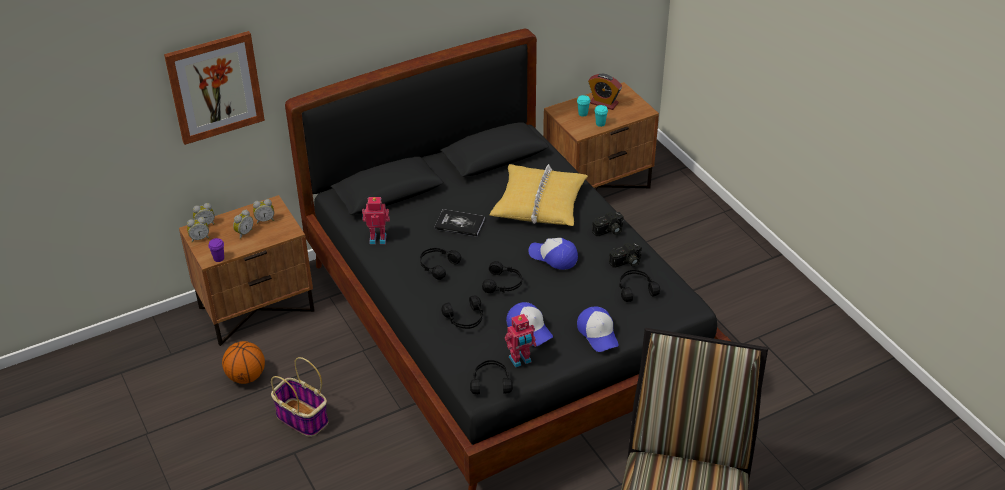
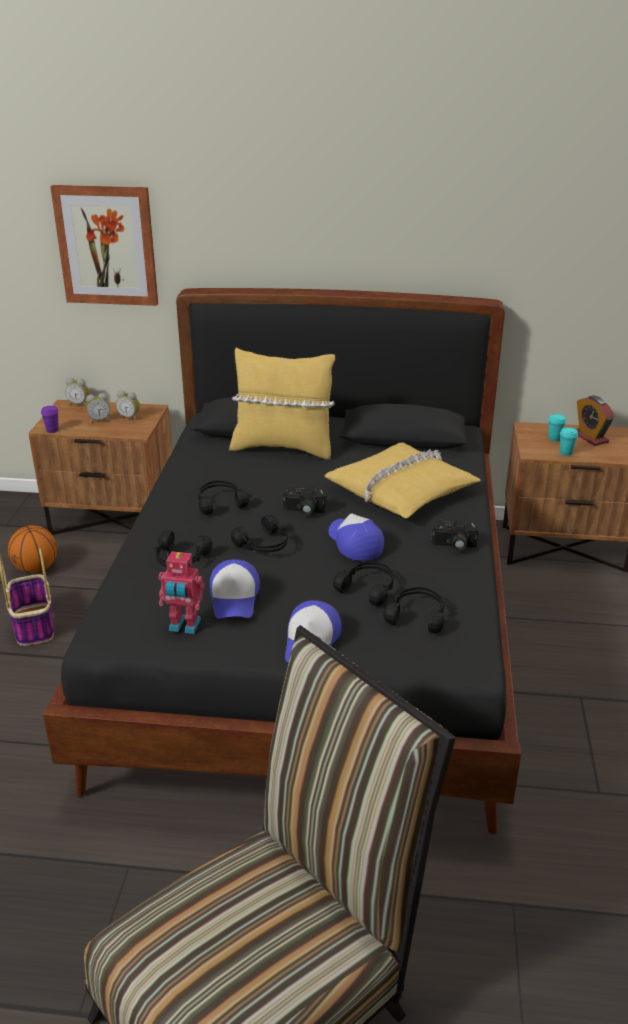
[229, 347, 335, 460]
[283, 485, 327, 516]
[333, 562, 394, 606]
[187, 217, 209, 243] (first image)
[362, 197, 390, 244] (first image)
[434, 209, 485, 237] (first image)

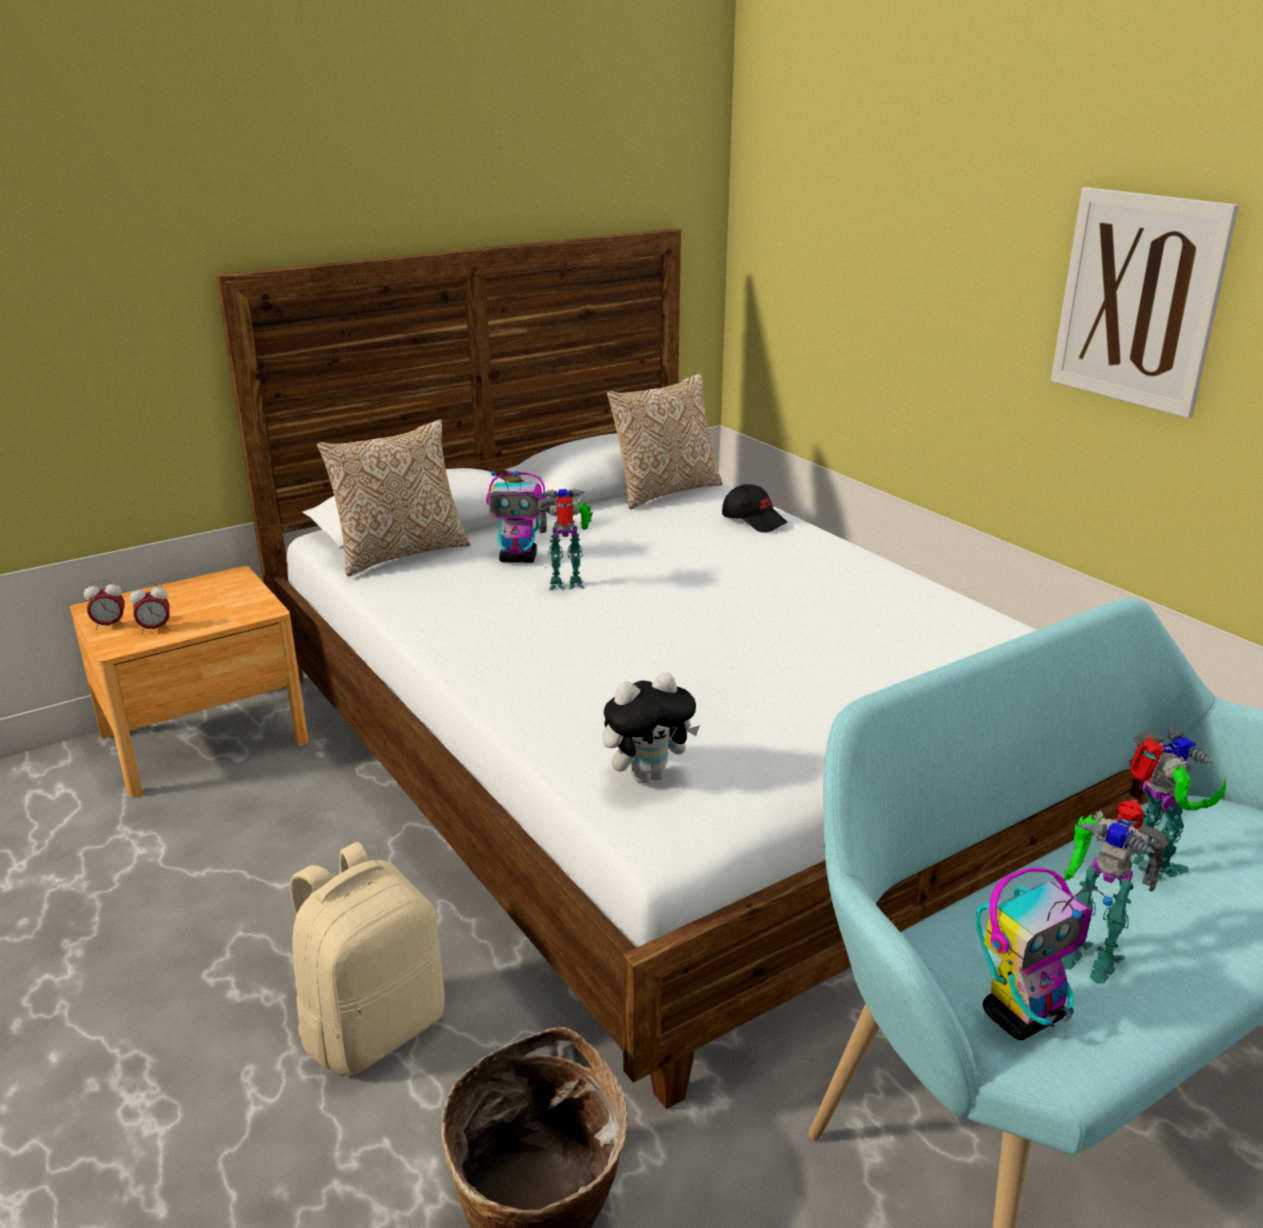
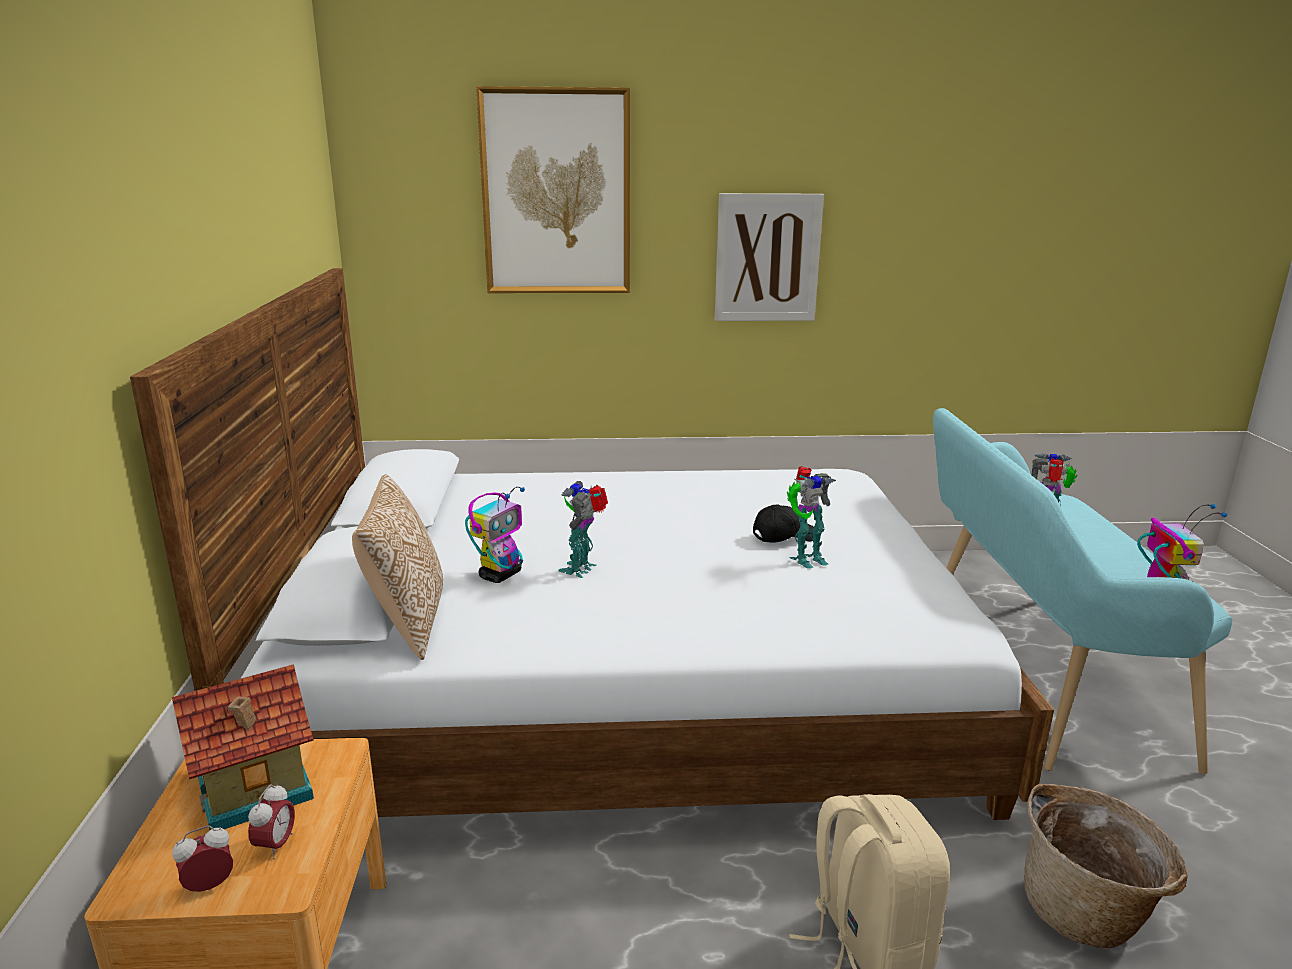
[172, 664, 314, 830]
[172, 826, 233, 892]
[476, 86, 630, 293]
[753, 504, 814, 543]
[787, 466, 836, 569]
[602, 672, 700, 784] (first image)
[607, 373, 723, 509] (first image)

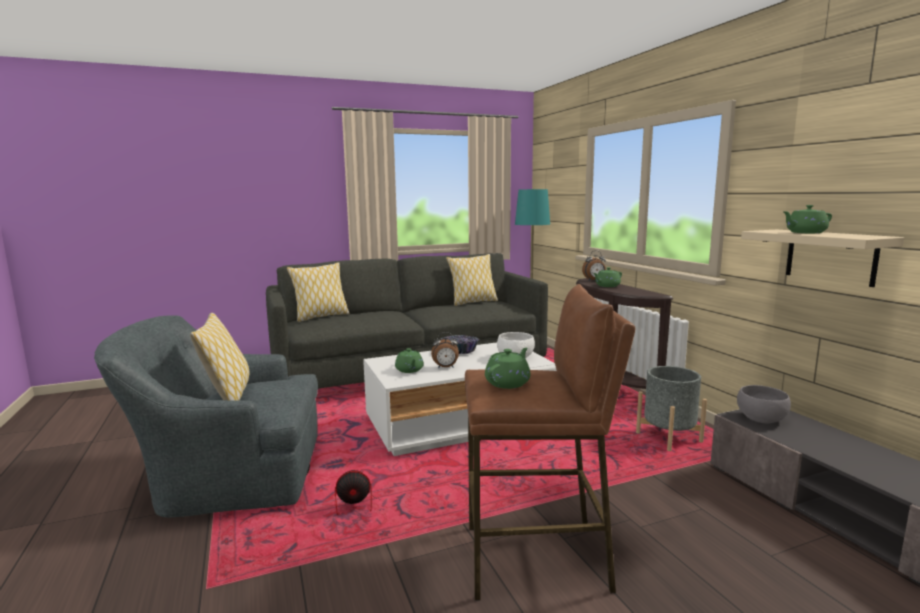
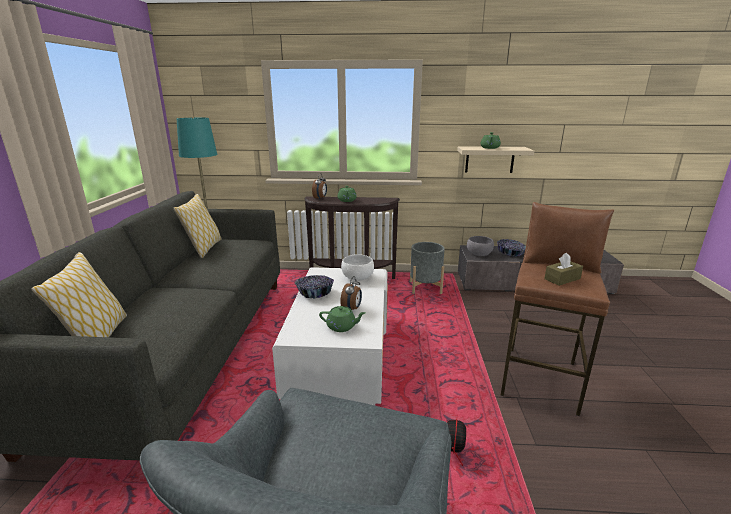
[497, 239, 526, 257]
[544, 253, 583, 286]
[190, 313, 250, 401] (first image)

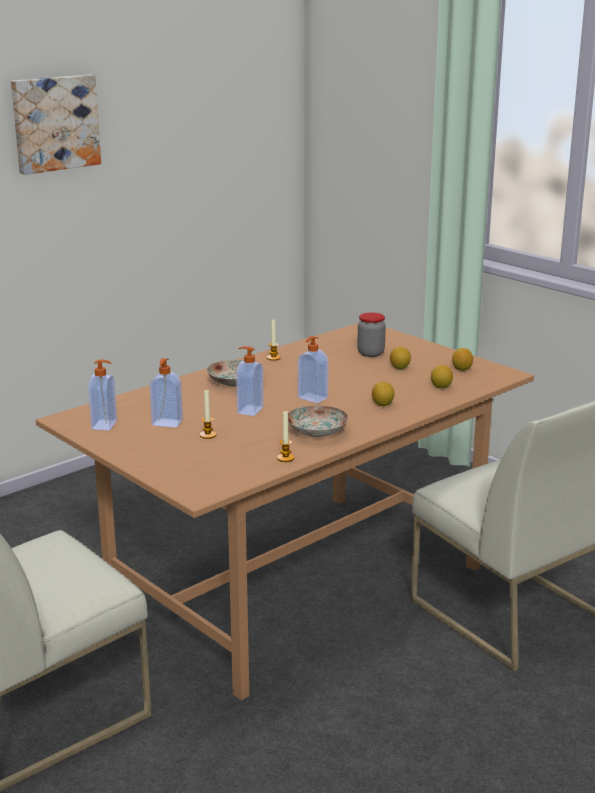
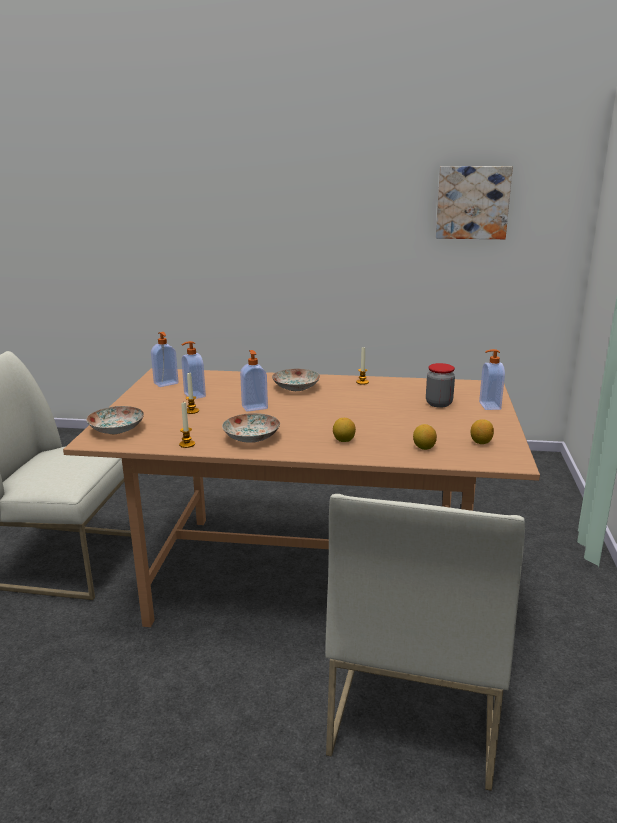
[86, 406, 144, 434]
[436, 166, 513, 239]
[479, 349, 505, 410]
[390, 347, 411, 369] (first image)

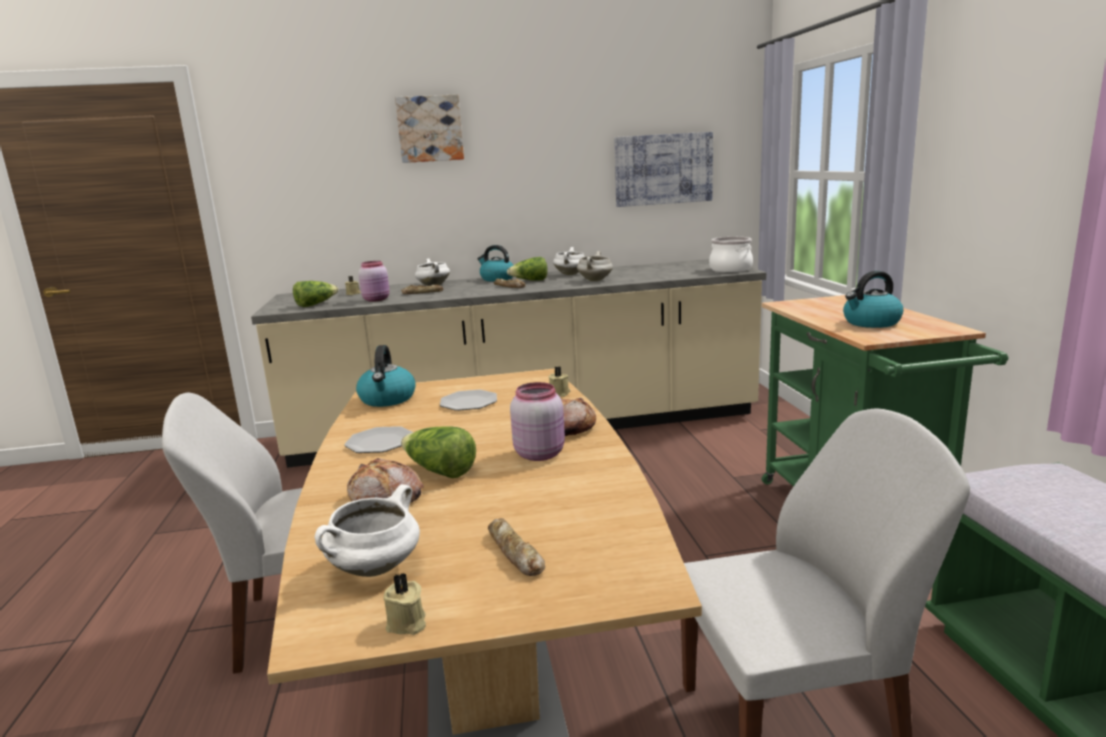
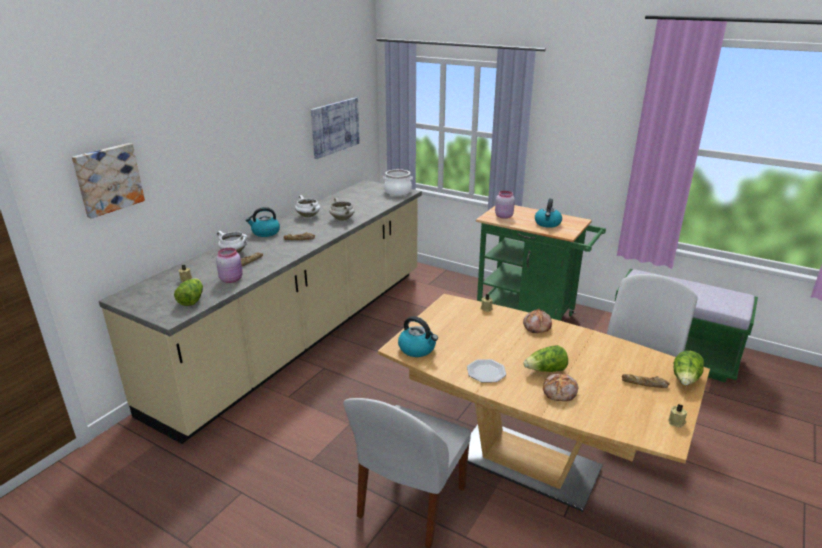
[72, 143, 145, 219]
[495, 191, 515, 219]
[674, 351, 704, 385]
[315, 484, 420, 577] (first image)
[440, 390, 497, 411] (first image)

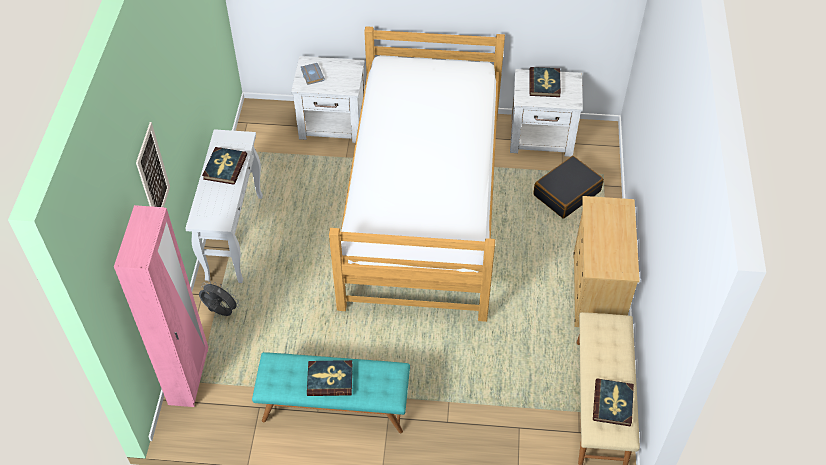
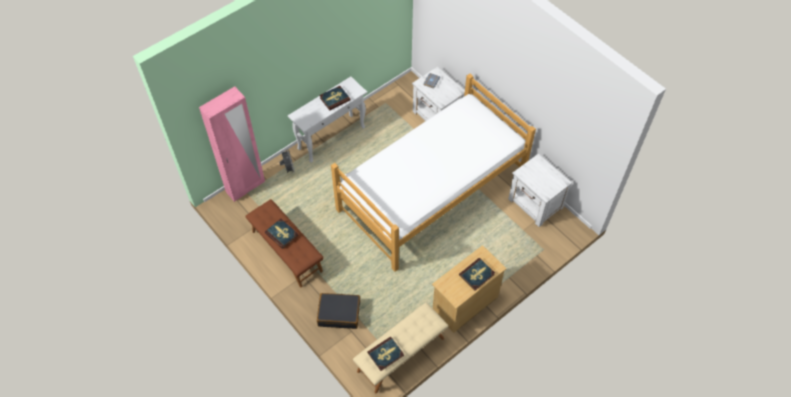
[245, 199, 323, 288]
[317, 293, 360, 329]
[459, 258, 495, 291]
[136, 122, 170, 207] (first image)

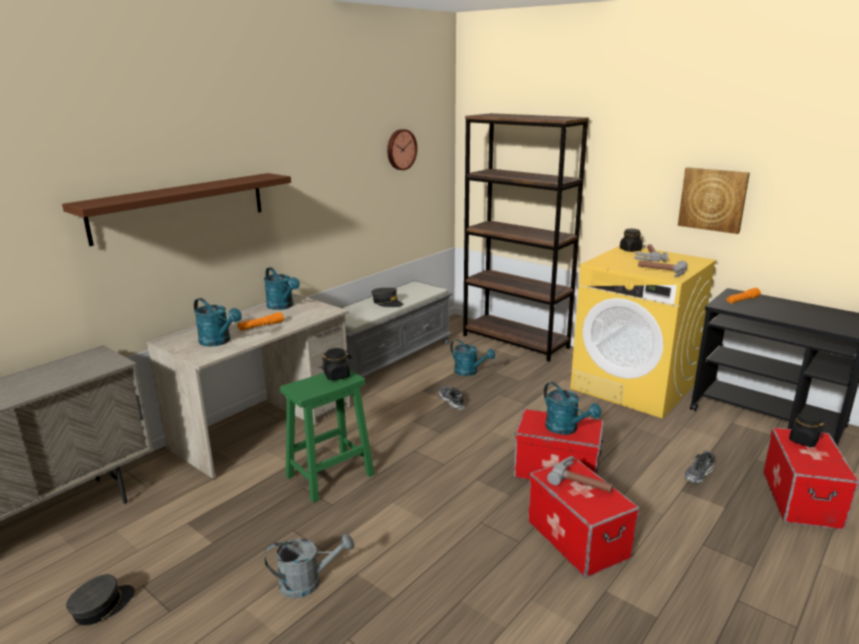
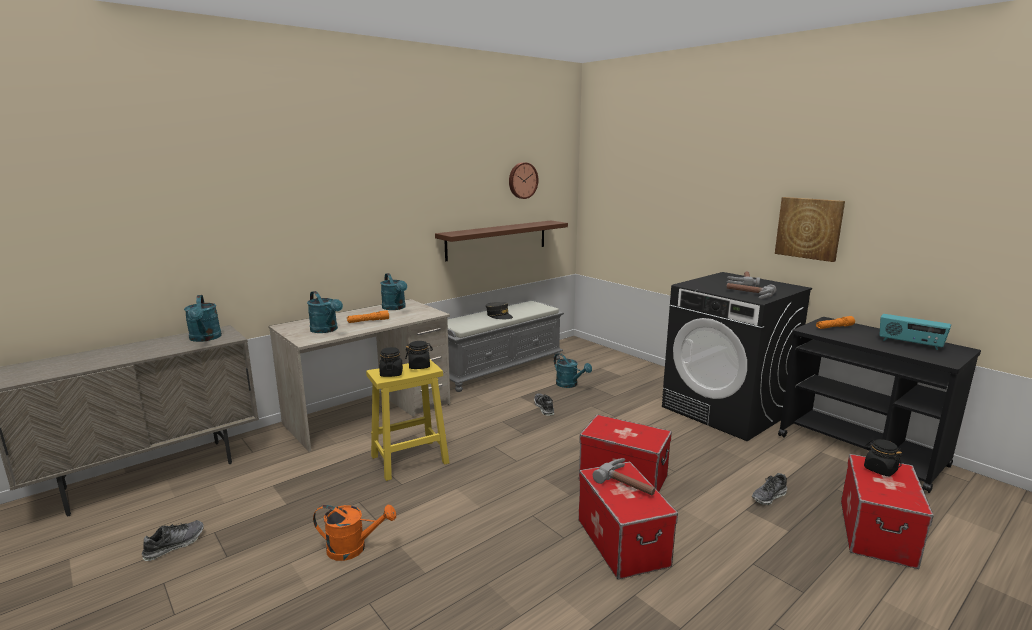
[142, 520, 204, 561]
[184, 295, 222, 342]
[313, 505, 396, 561]
[366, 360, 449, 481]
[379, 347, 403, 377]
[435, 220, 568, 261]
[662, 272, 812, 441]
[879, 314, 951, 350]
[463, 113, 589, 362] (first image)

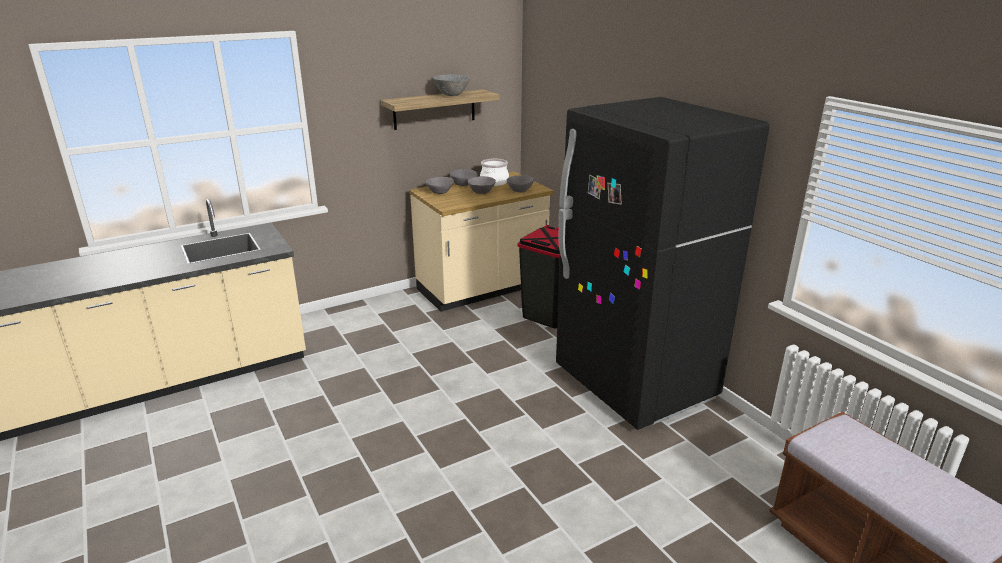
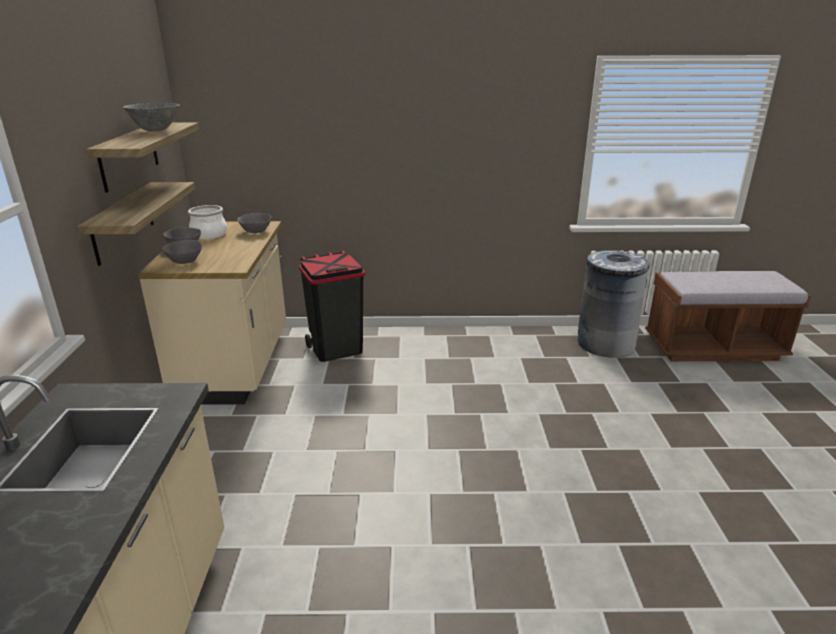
[78, 182, 195, 266]
[578, 250, 650, 358]
[468, 176, 496, 194] (first image)
[556, 97, 769, 430] (first image)

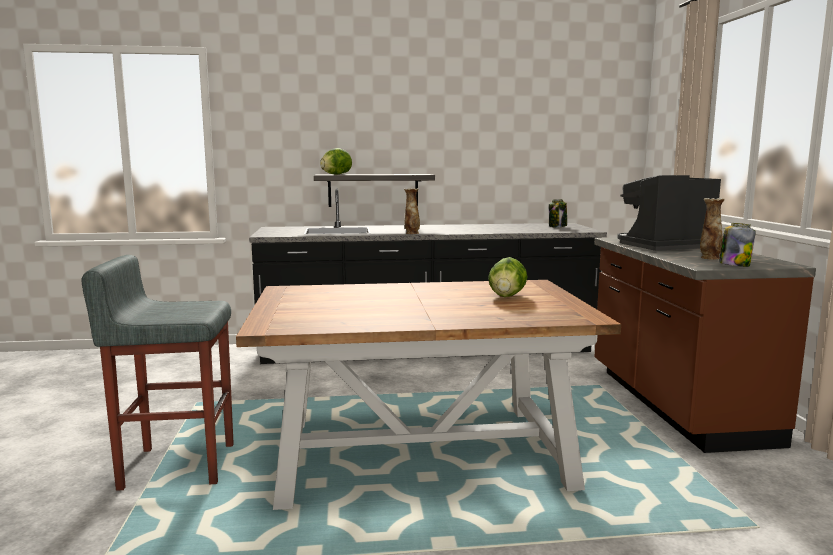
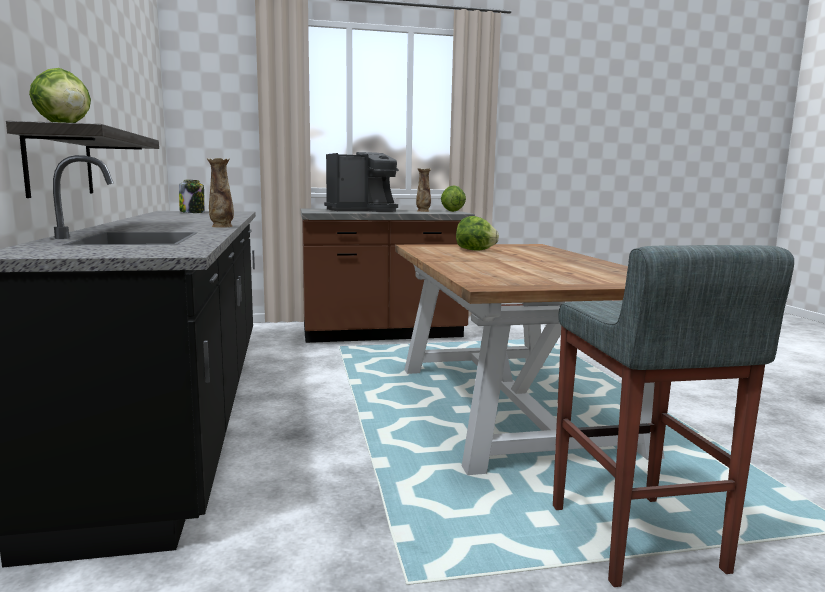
[324, 152, 399, 212]
[441, 185, 466, 212]

